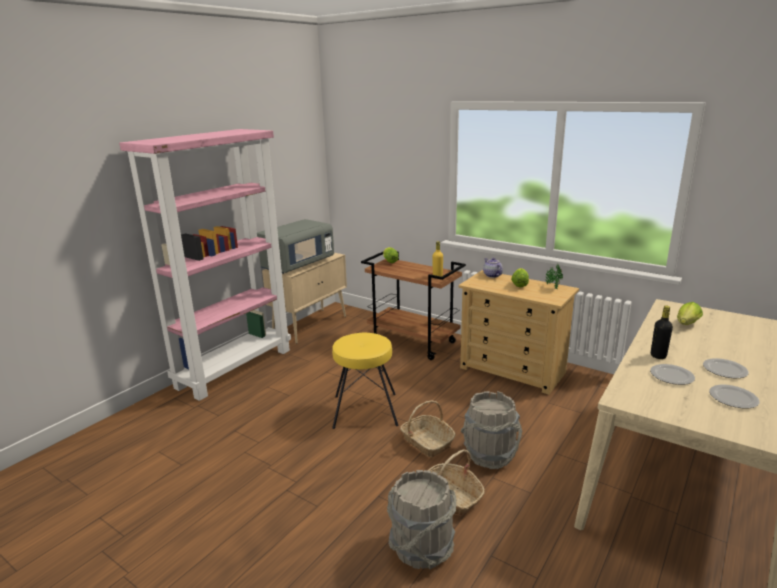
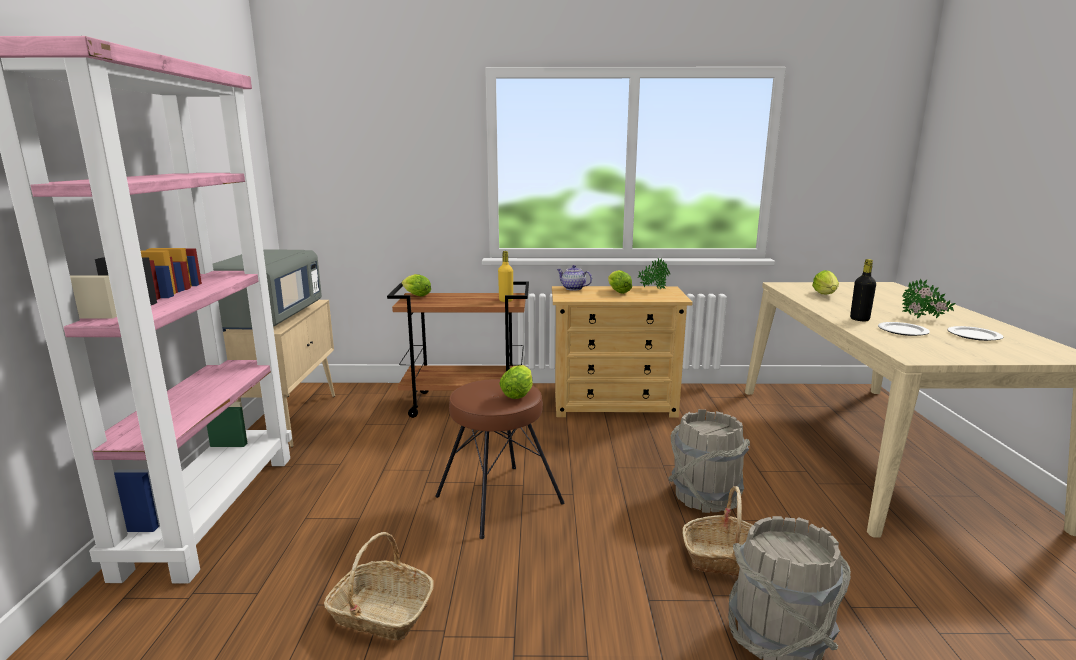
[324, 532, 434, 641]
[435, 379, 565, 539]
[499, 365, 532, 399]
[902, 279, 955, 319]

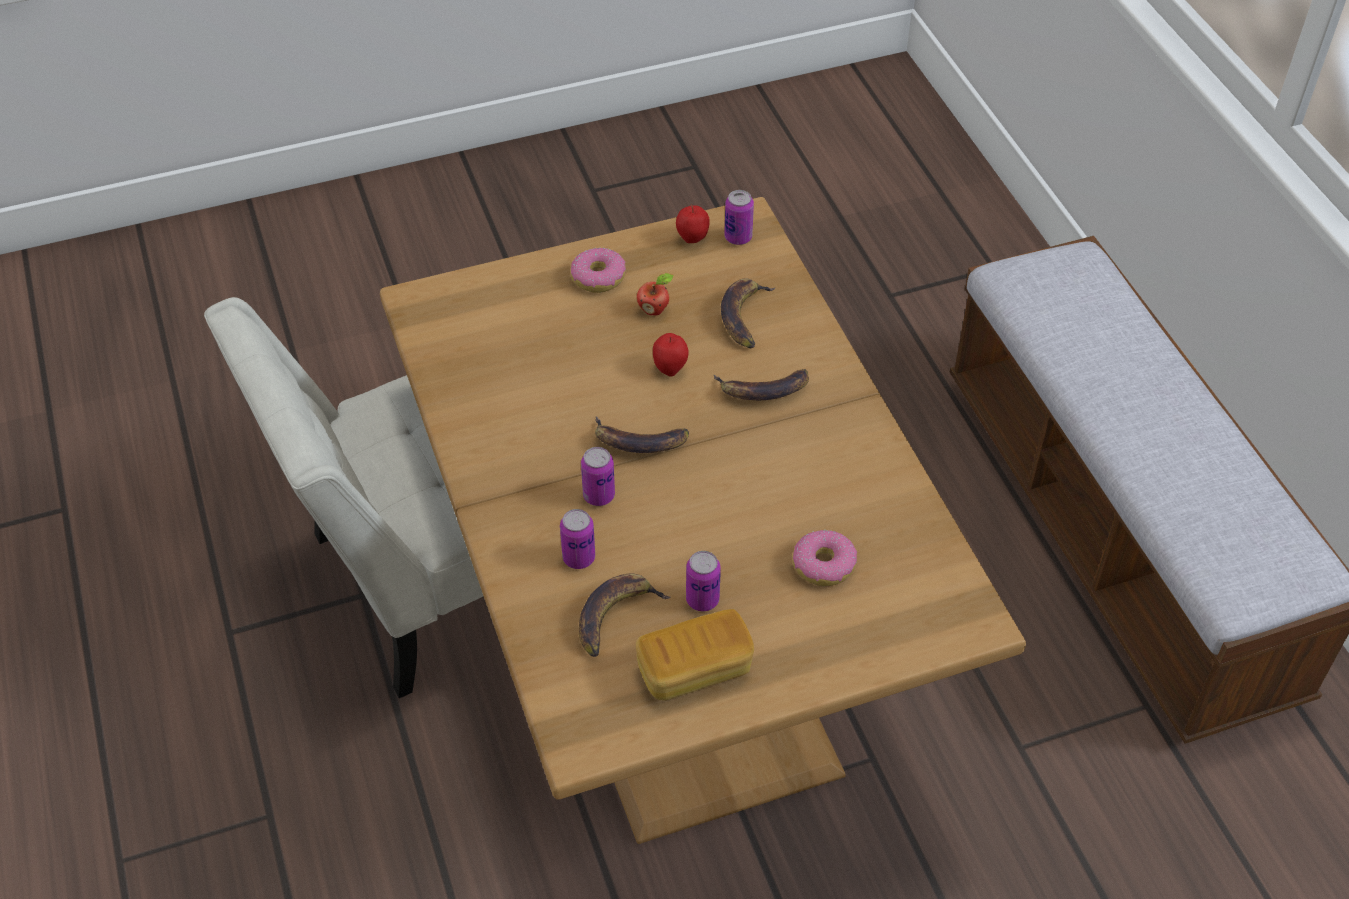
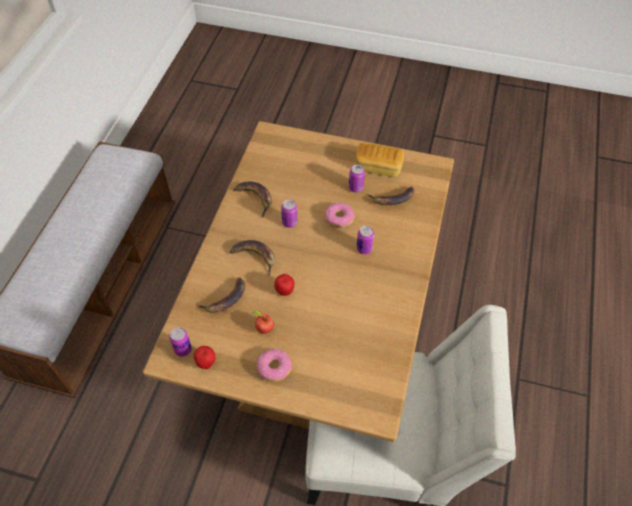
[233, 182, 272, 217]
[281, 199, 298, 228]
[325, 202, 355, 228]

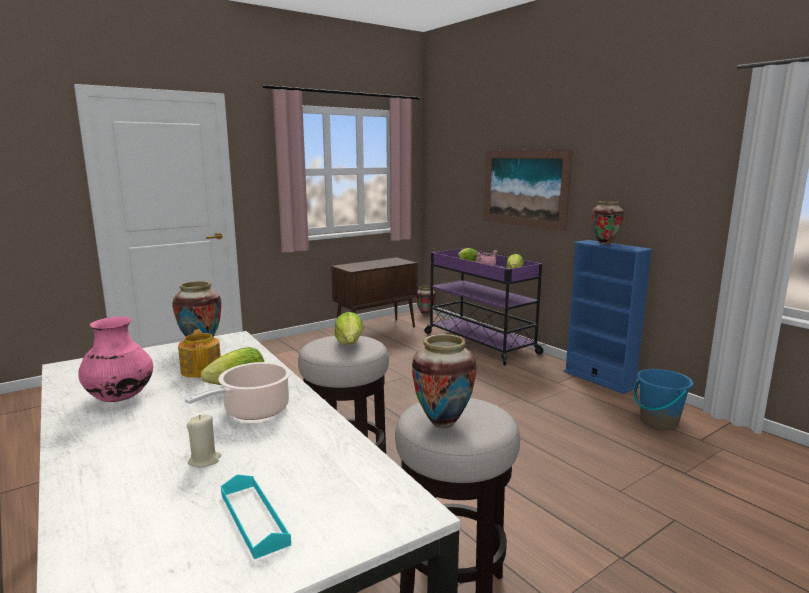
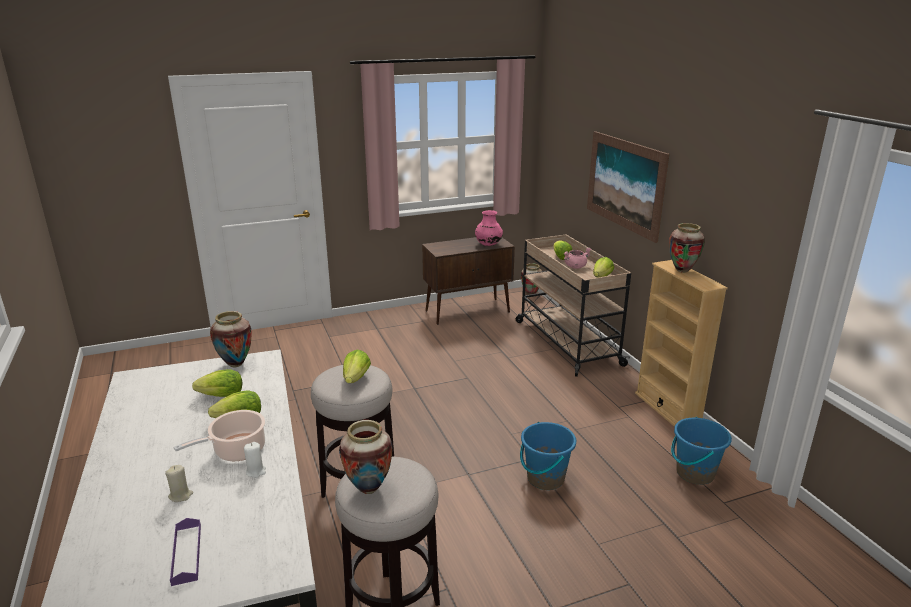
[170, 518, 201, 586]
[192, 369, 242, 397]
[244, 442, 266, 478]
[475, 210, 503, 246]
[516, 235, 631, 377]
[520, 422, 576, 490]
[635, 260, 728, 427]

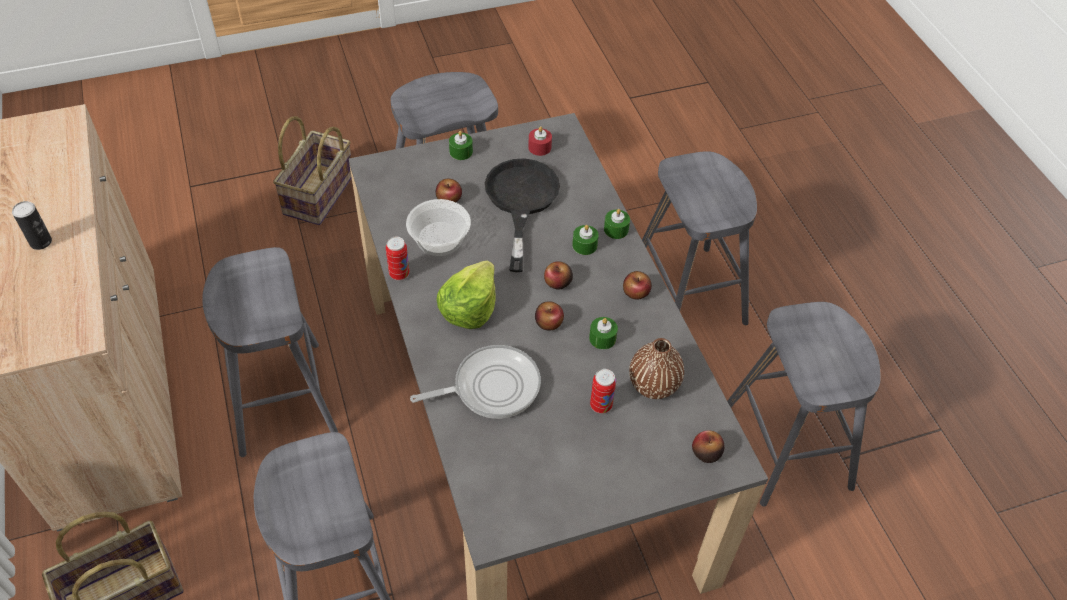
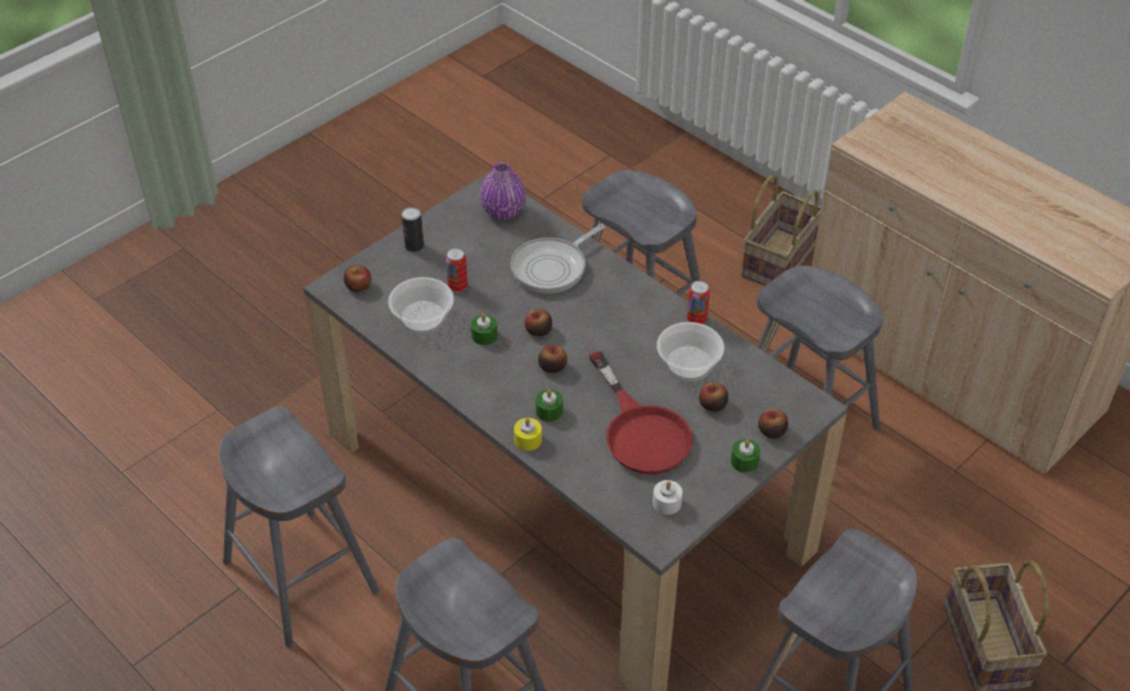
[388, 277, 454, 334]
[402, 207, 424, 252]
[480, 162, 526, 220]
[514, 418, 542, 451]
[589, 351, 693, 474]
[653, 480, 682, 515]
[758, 409, 788, 439]
[437, 260, 496, 329] (first image)

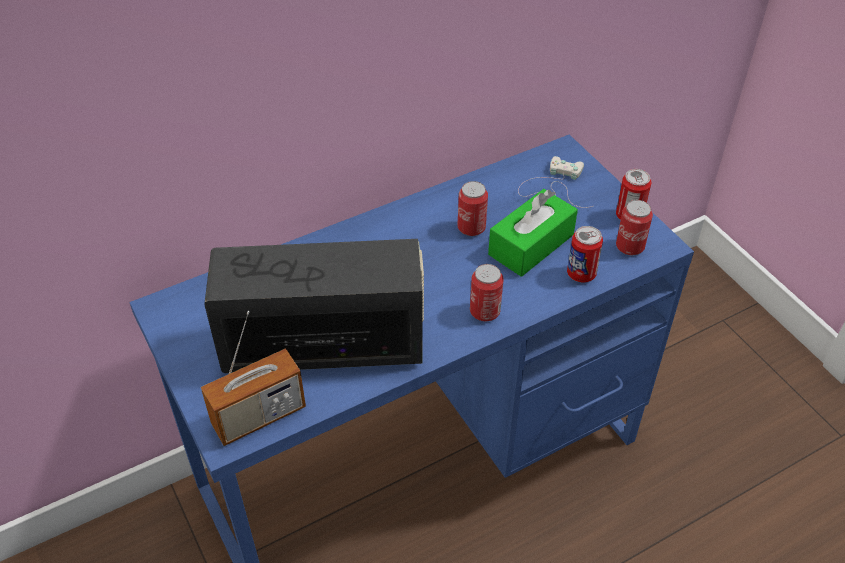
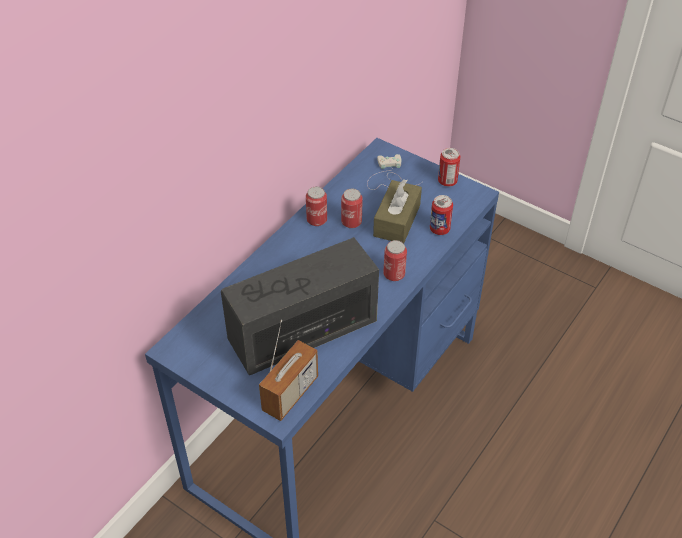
[306, 186, 327, 226]
[373, 179, 422, 243]

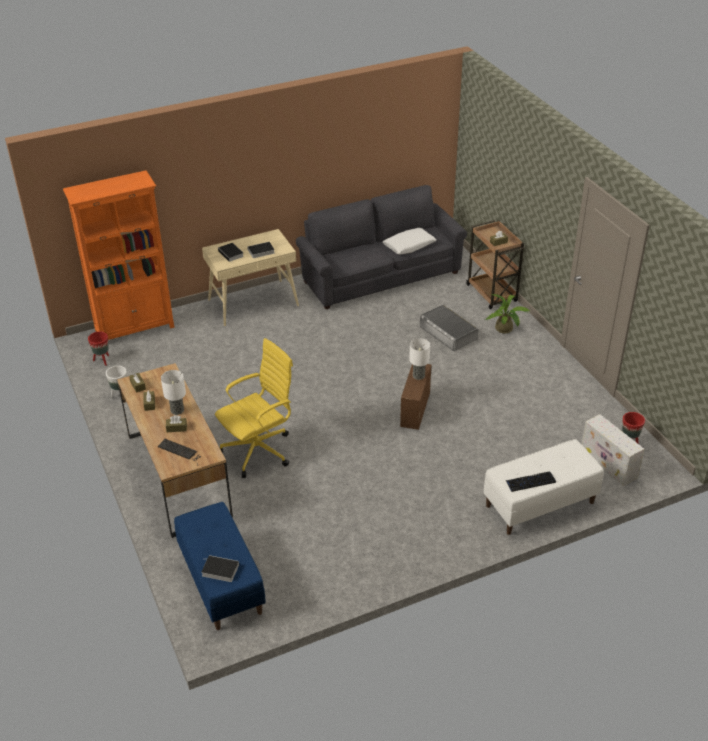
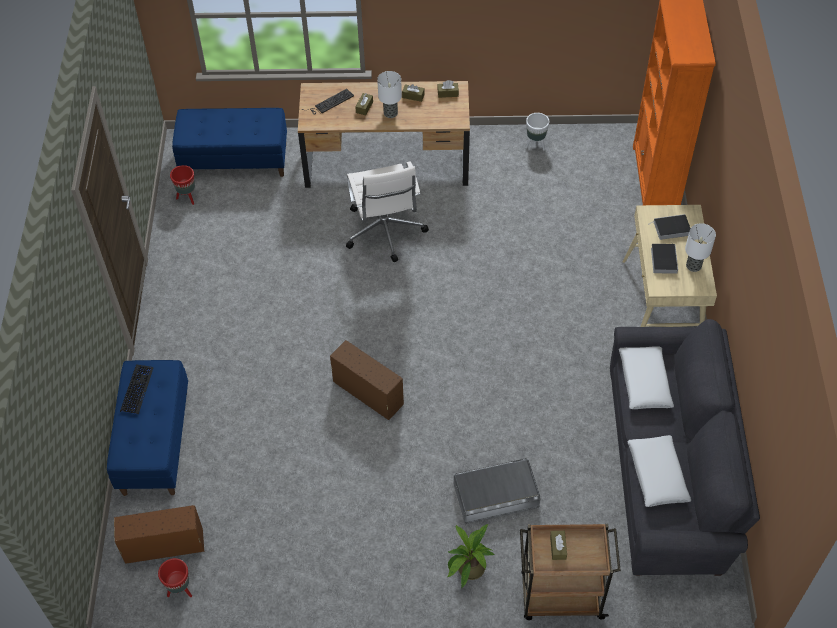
[107, 360, 188, 496]
[114, 505, 204, 564]
[170, 165, 195, 205]
[346, 161, 429, 262]
[619, 346, 674, 409]
[685, 223, 716, 272]
[201, 555, 239, 582] (first image)

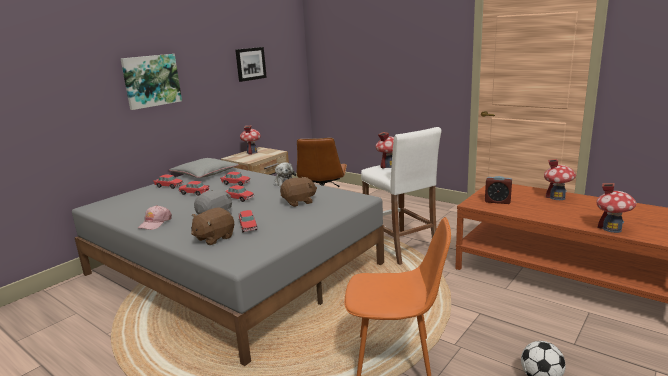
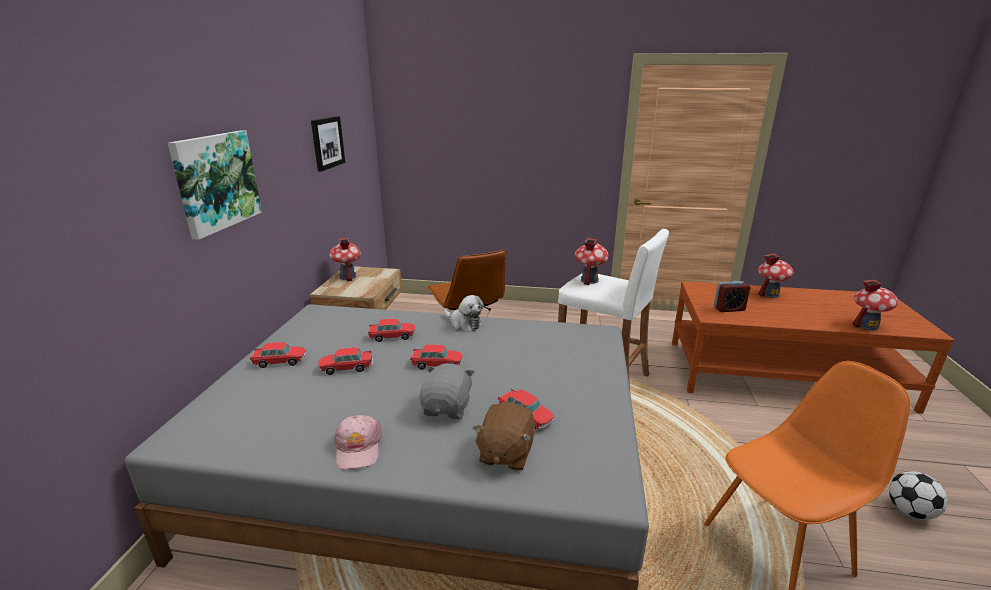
[169, 158, 239, 178] (first image)
[280, 177, 317, 207] (first image)

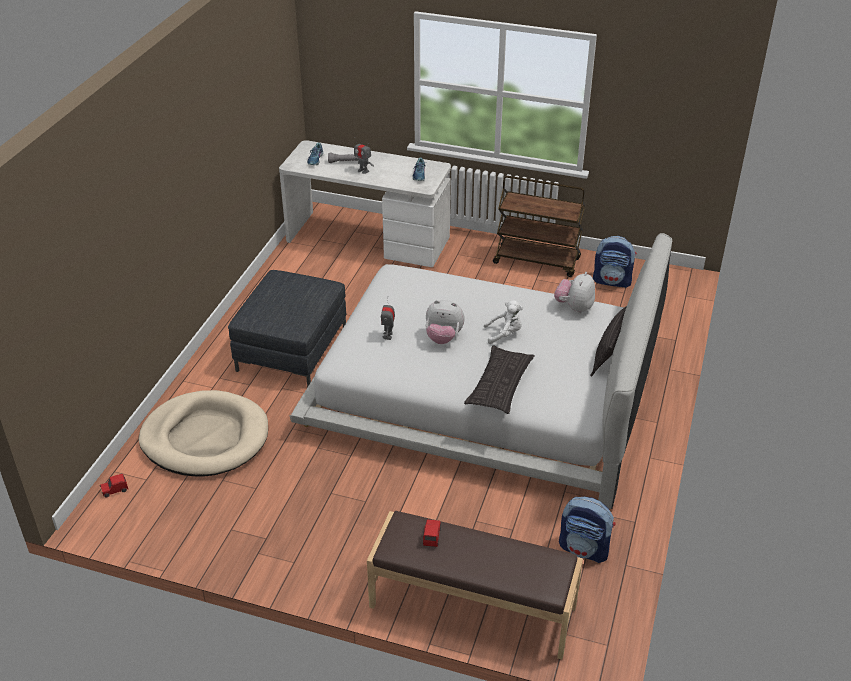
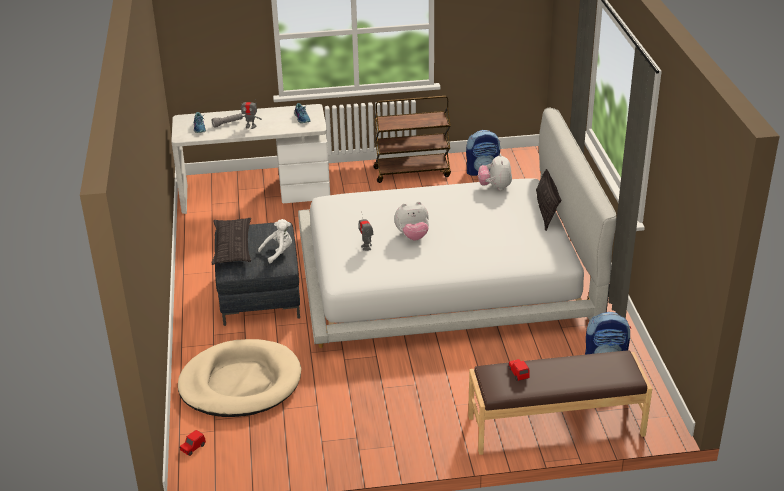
[212, 218, 251, 265]
[258, 219, 292, 263]

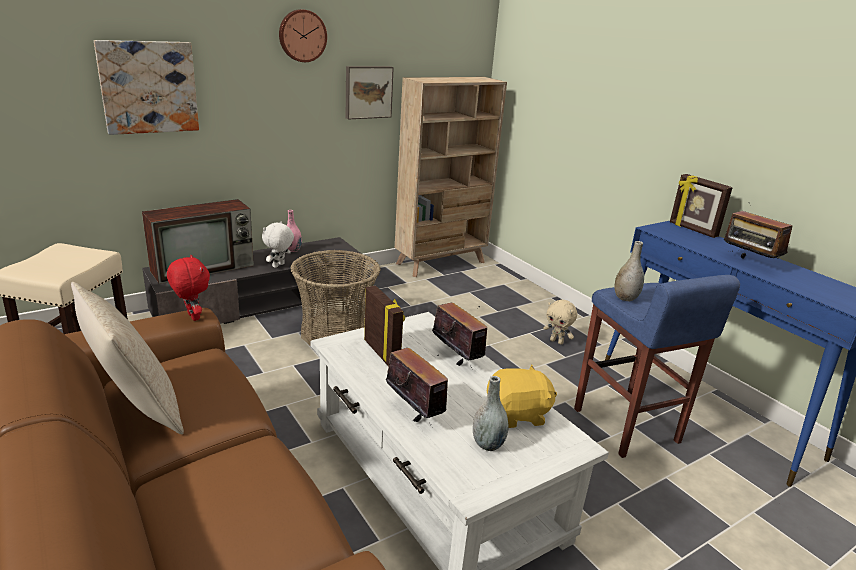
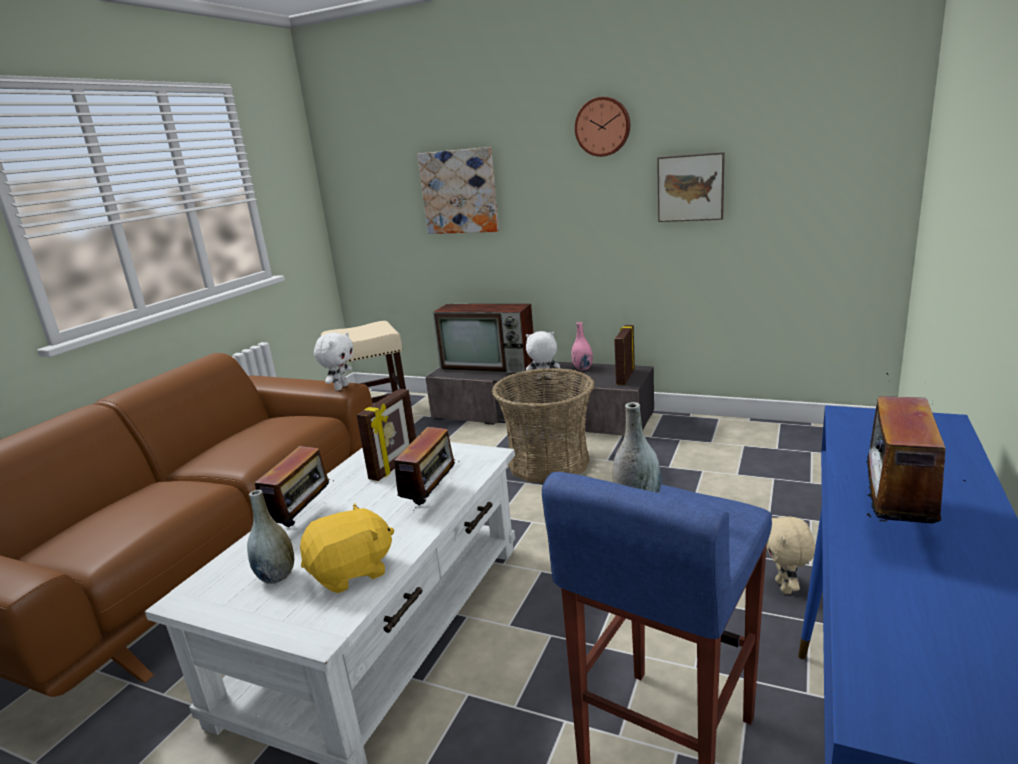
[300, 503, 394, 593]
[314, 332, 353, 391]
[614, 325, 635, 385]
[71, 282, 184, 434] (first image)
[395, 77, 507, 277] (first image)

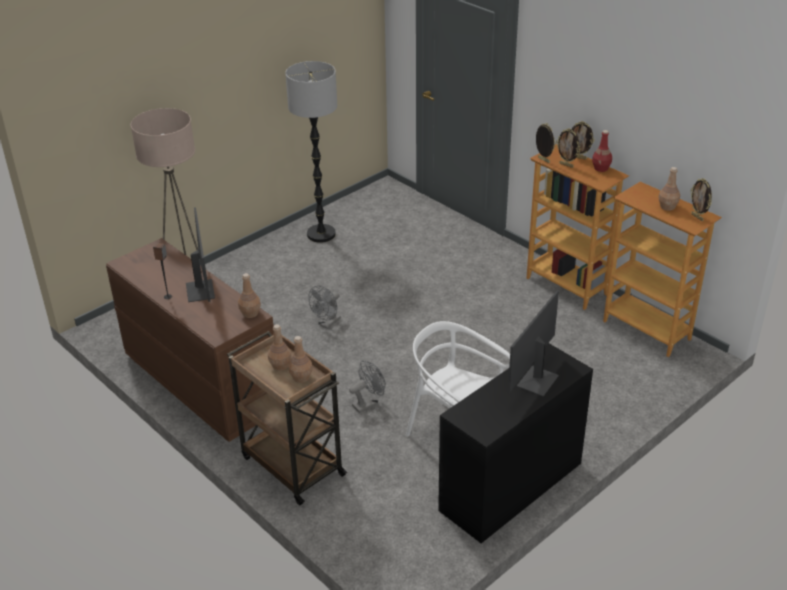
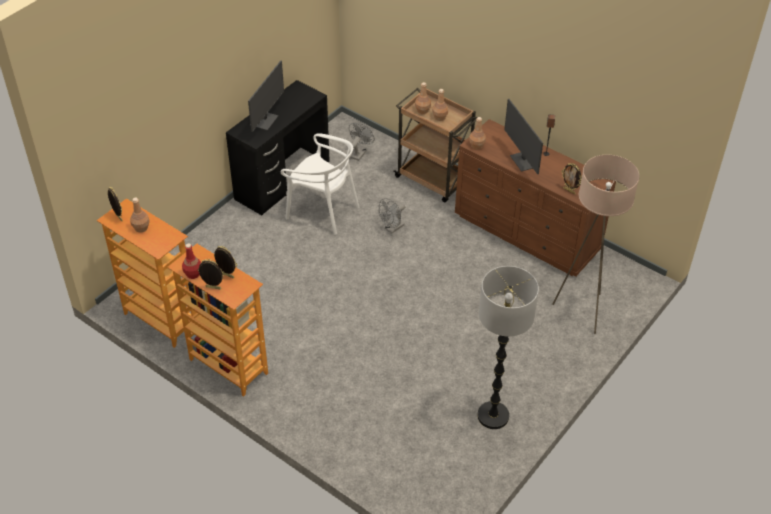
[349, 123, 374, 161]
[562, 163, 582, 194]

